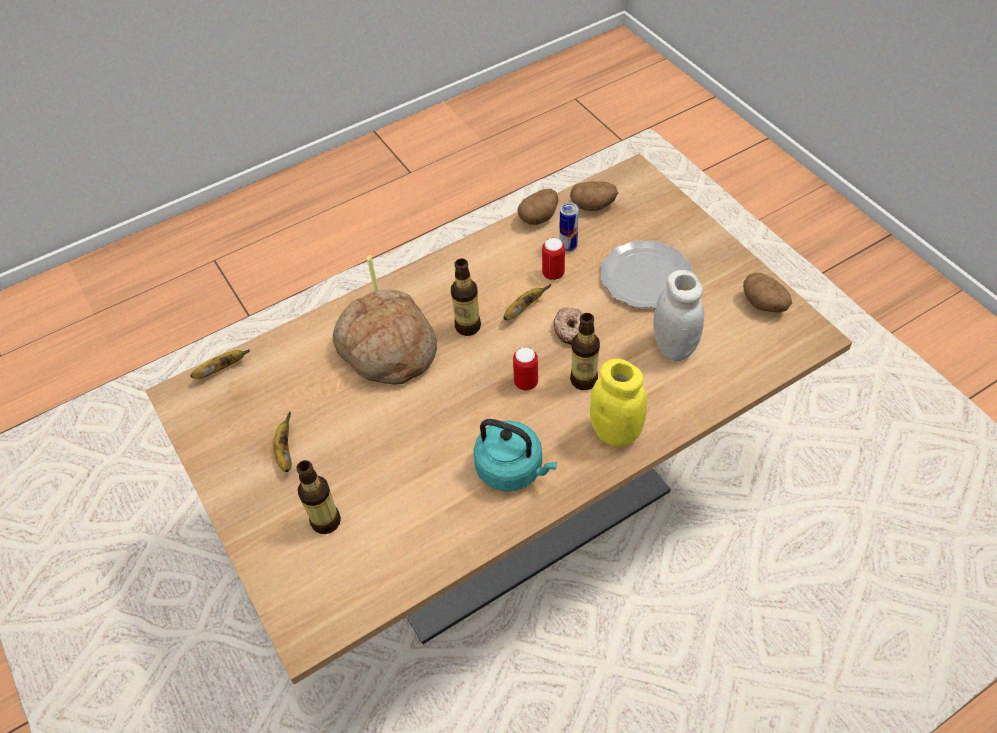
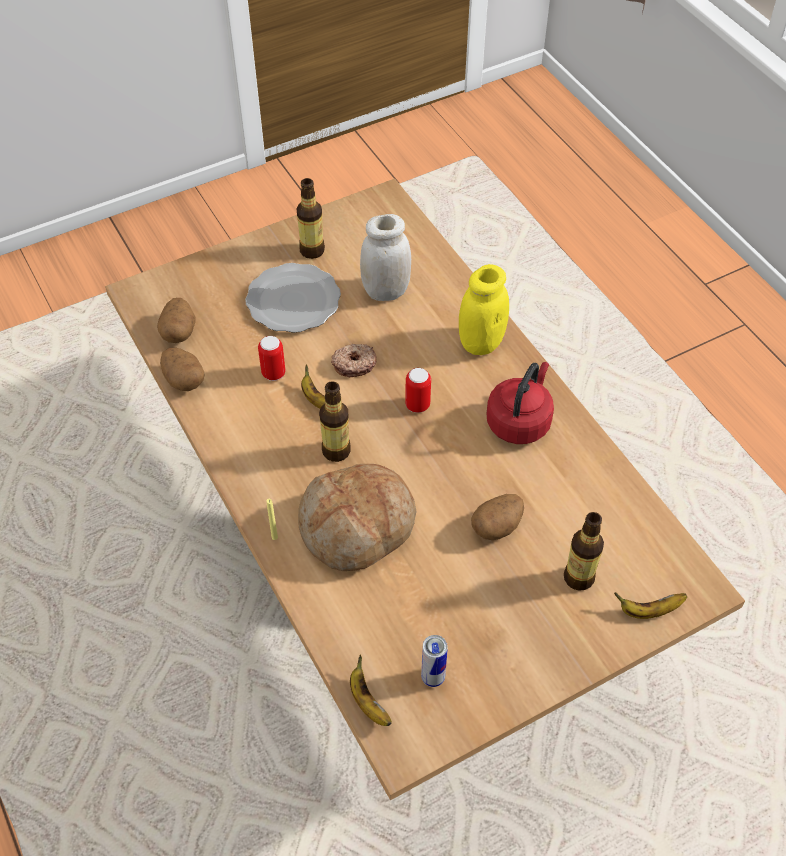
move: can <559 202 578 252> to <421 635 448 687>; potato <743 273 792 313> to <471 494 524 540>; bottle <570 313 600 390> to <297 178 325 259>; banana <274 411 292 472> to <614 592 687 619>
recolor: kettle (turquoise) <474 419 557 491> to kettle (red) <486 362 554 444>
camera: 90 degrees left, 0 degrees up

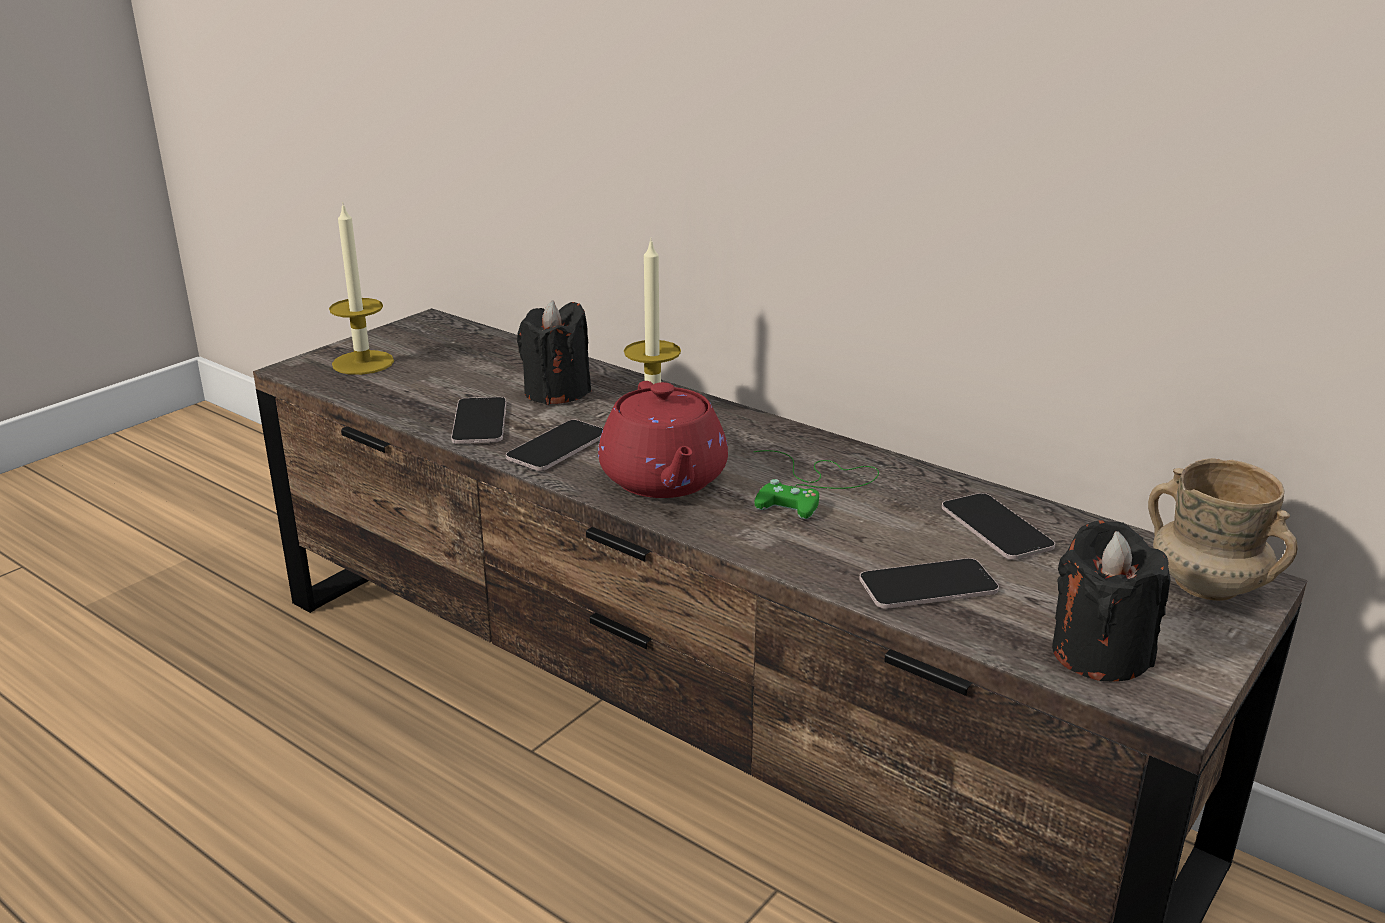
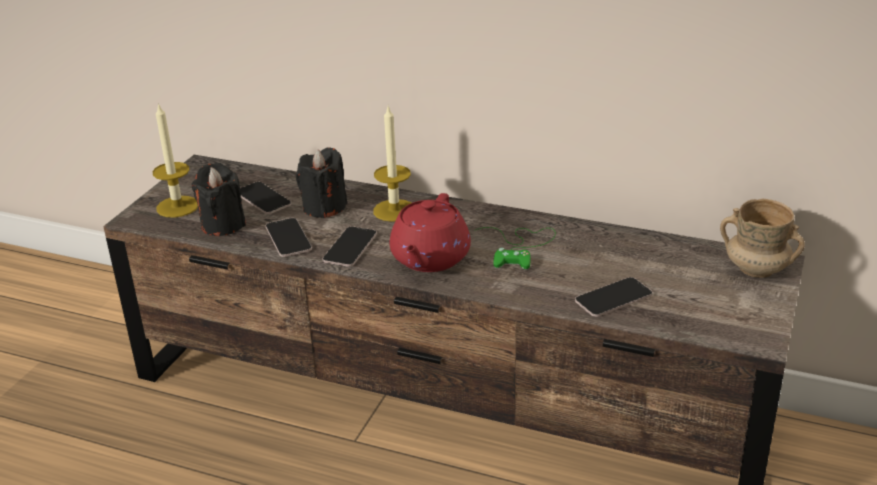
move: phone <942 493 1055 560> to <240 182 292 214>; candle (black) <1052 520 1170 681> to <192 163 246 236>
rotate: teapot (red) <598 381 728 498> = <389 193 471 272> 45 degrees clockwise
camera: 15 degrees left, 5 degrees up

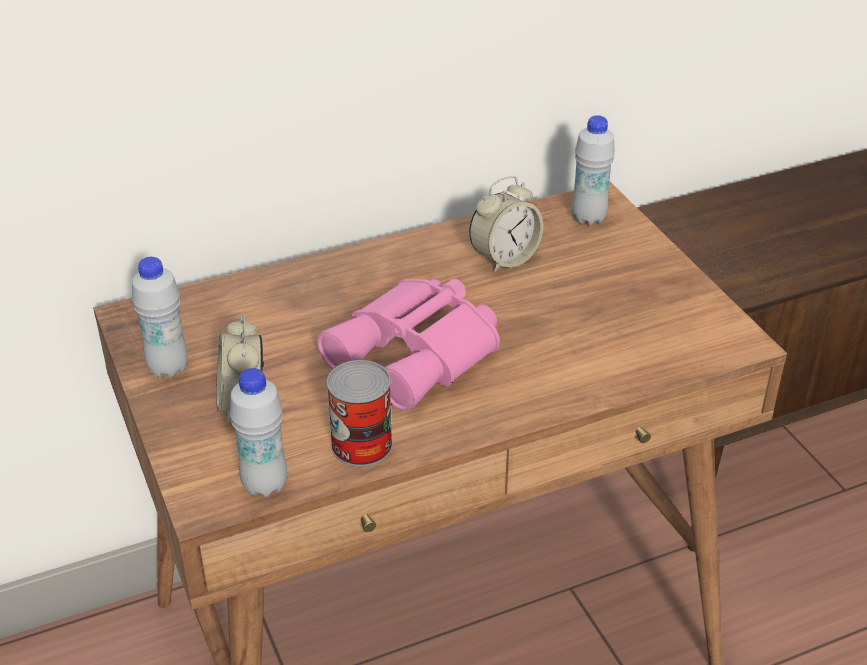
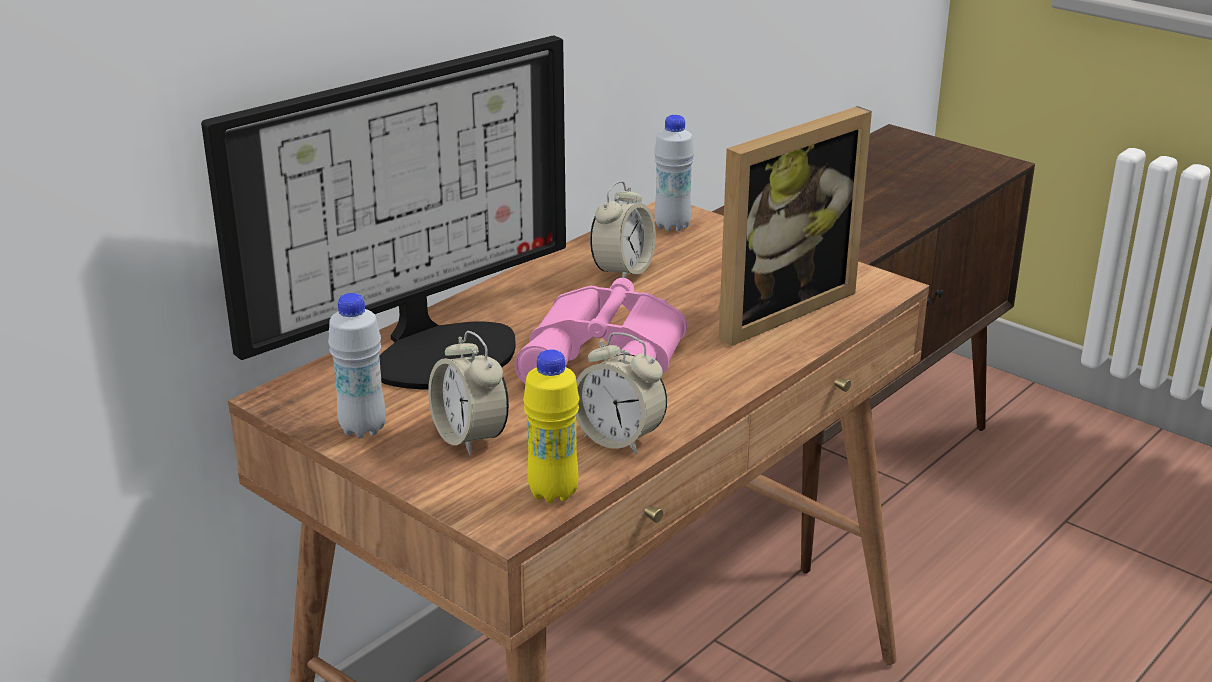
insert: monitor <201 36 566 389>; picture frame <718 106 872 346>
replace: can <327 360 393 467> to alarm clock <576 332 667 455>
recolor: bottle (white) <230 368 287 497> to bottle (yellow) <523 349 579 503>
camera: 25 degrees left, 10 degrees down

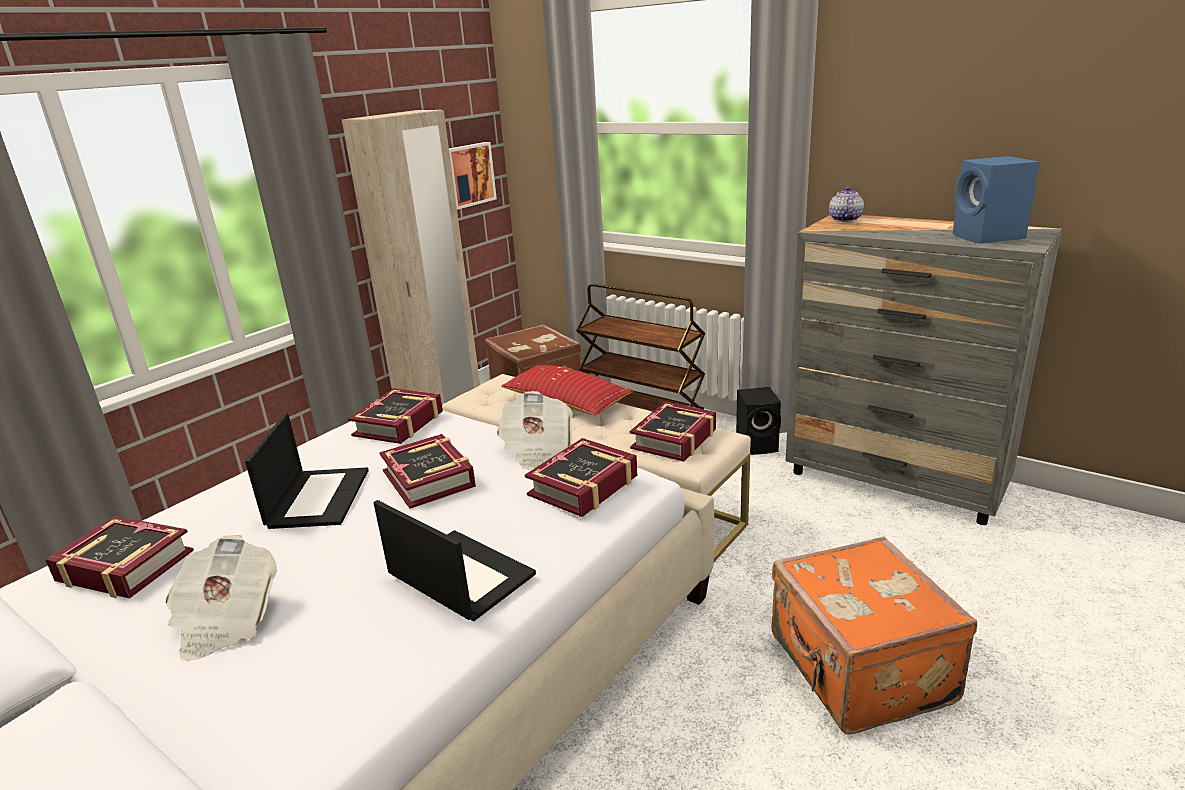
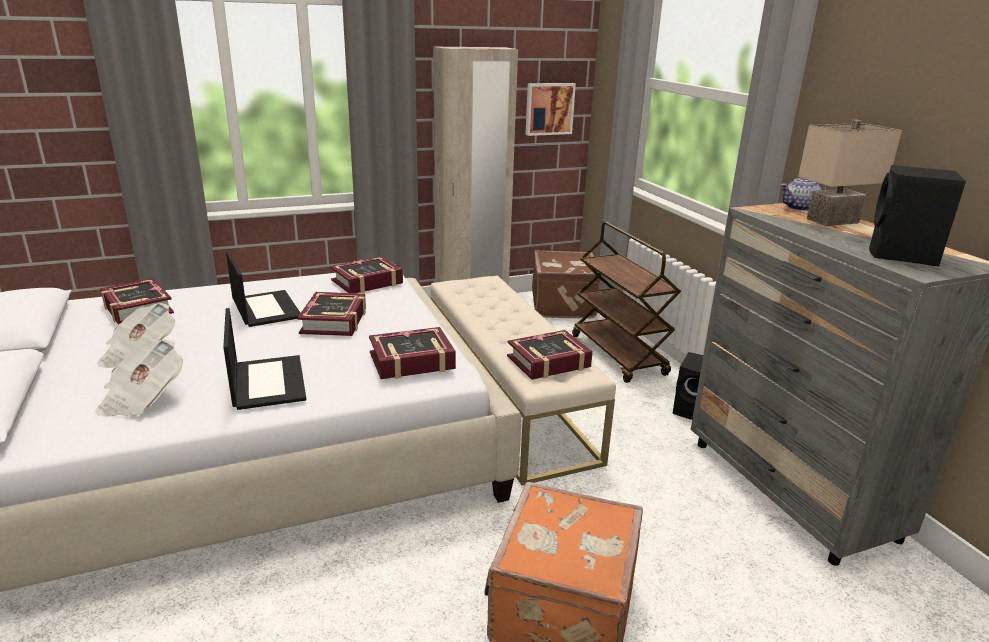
delete: pillow (red) <501 365 634 416>
insert: table lamp (beige) <798 120 902 226>
move: newspaper <497 391 573 470> to <95 340 183 417>
recolor: speaker (blue) <953 156 1040 244> to speaker (black) <869 165 966 266>
rotate: teapot <829 187 864 222> = <781 178 827 211> 150 degrees counterclockwise; laptop <245 413 369 529> = <226 251 300 327> 60 degrees counterclockwise
camera: 30 degrees right, 0 degrees up

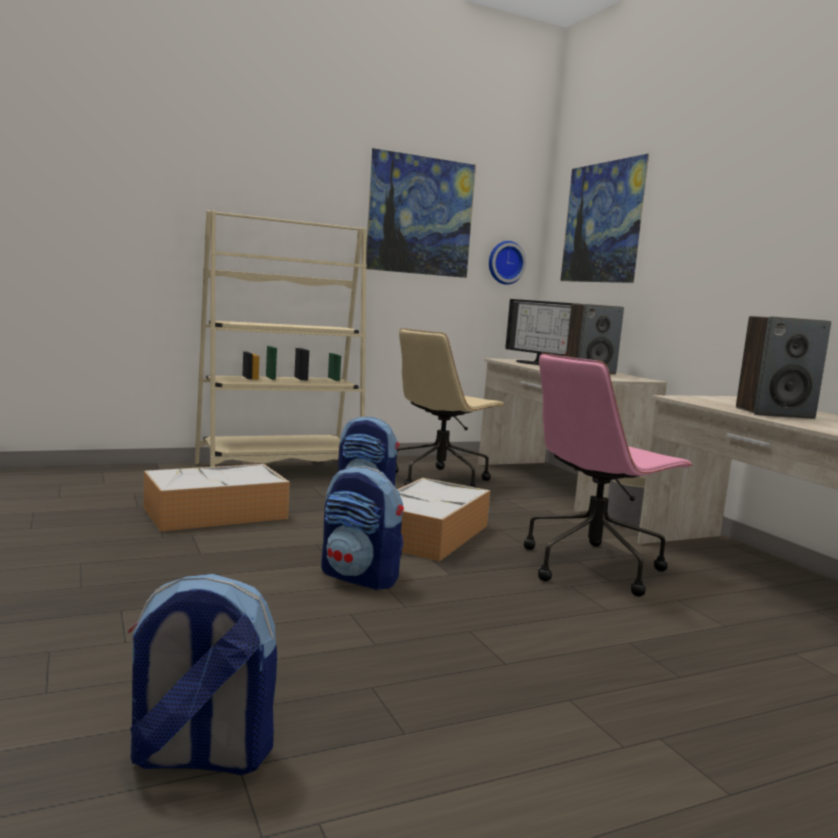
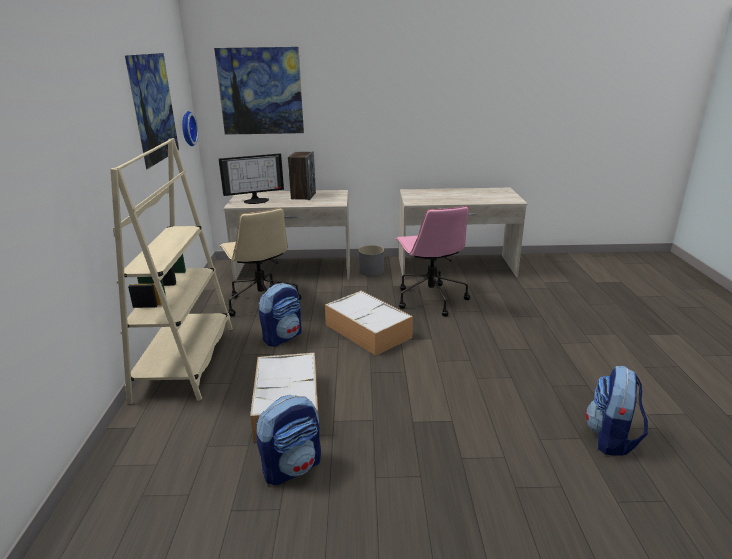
delete: speaker <736 316 831 419>
move: backpack <321 466 404 590> to <256 395 321 485>
camera: 65 degrees left, 15 degrees up

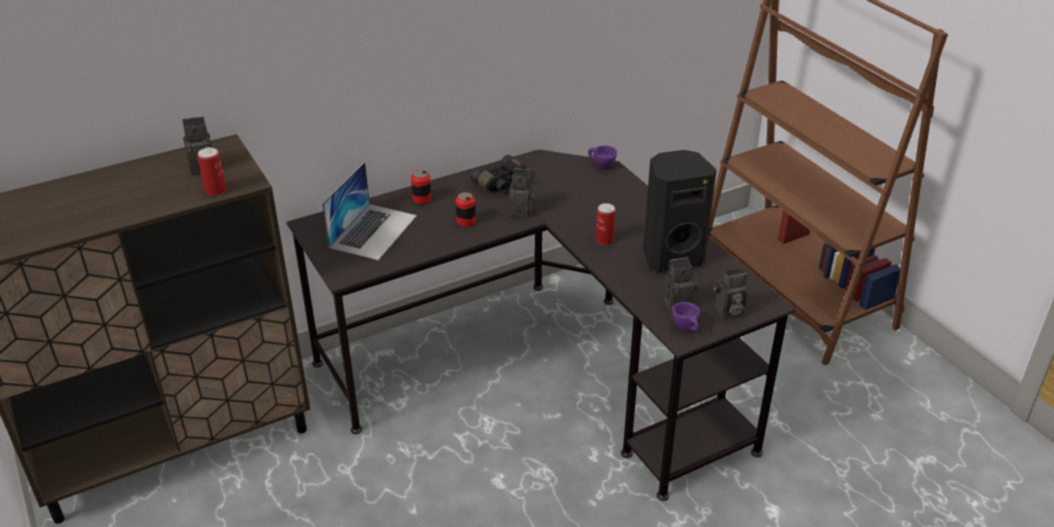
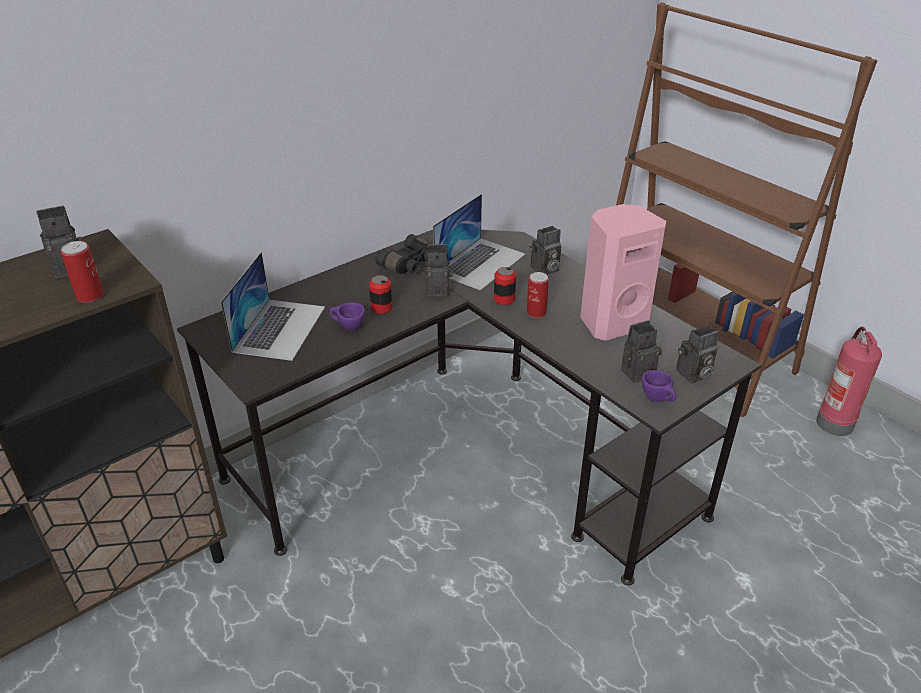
insert: laptop <433 194 526 291>; photo camera <530 226 561 275>; fire extinguisher <816 327 882 436>
move: cup (purple) <588 145 617 168> to <329 303 365 331>; can <411 170 432 204> to <494 267 516 305>
recolor: speaker (black) <643 150 717 272> to speaker (pink) <580 204 666 341>
camera: 10 degrees left, 0 degrees up

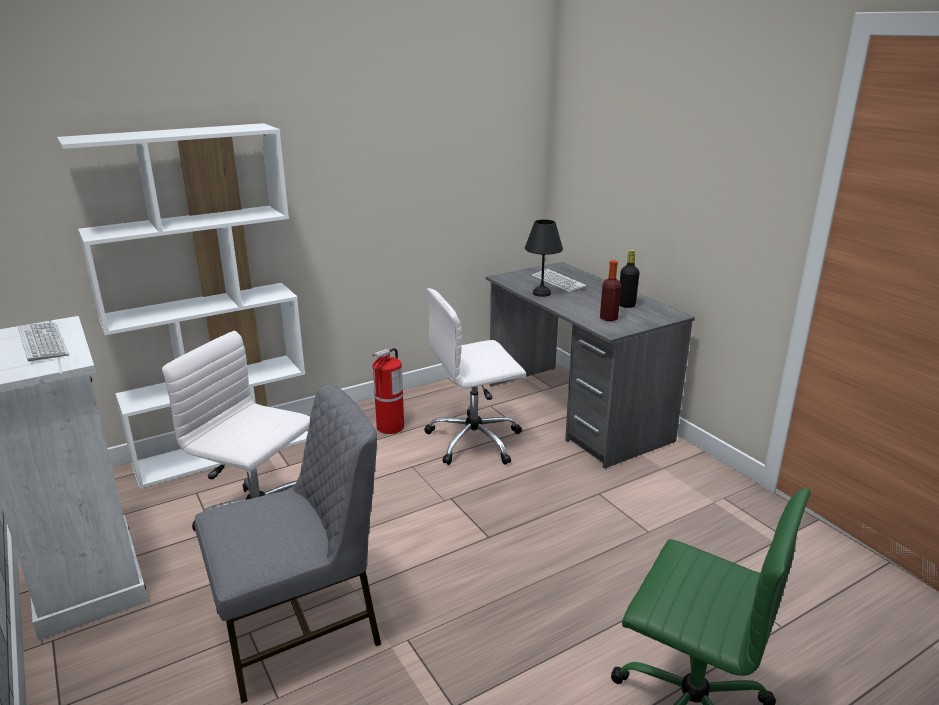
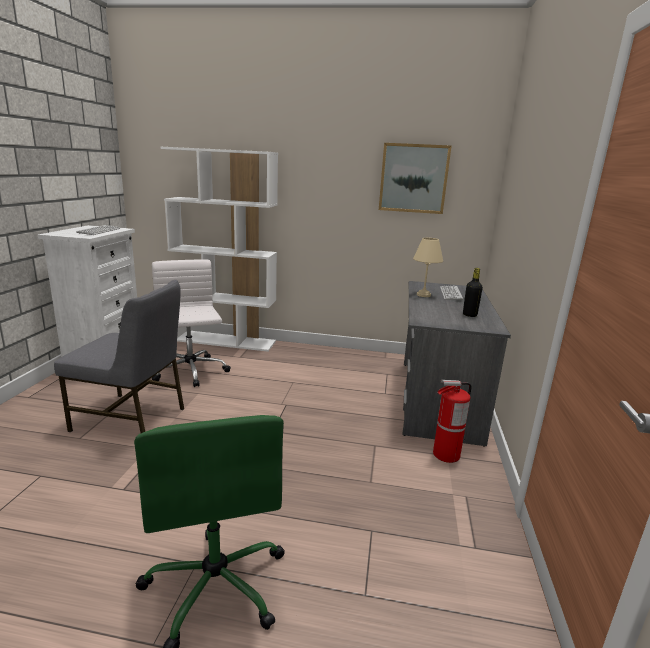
delete: bottle <600 260 621 321>; office chair (white) <425 288 526 465>
insert: picture <379 143 451 214>
move: fire extinguisher <372 348 404 434> to <433 380 471 463>
recolor: table lamp (black) <525 219 563 297> to table lamp (beige) <413 238 443 297>
camera: 40 degrees right, 5 degrees down

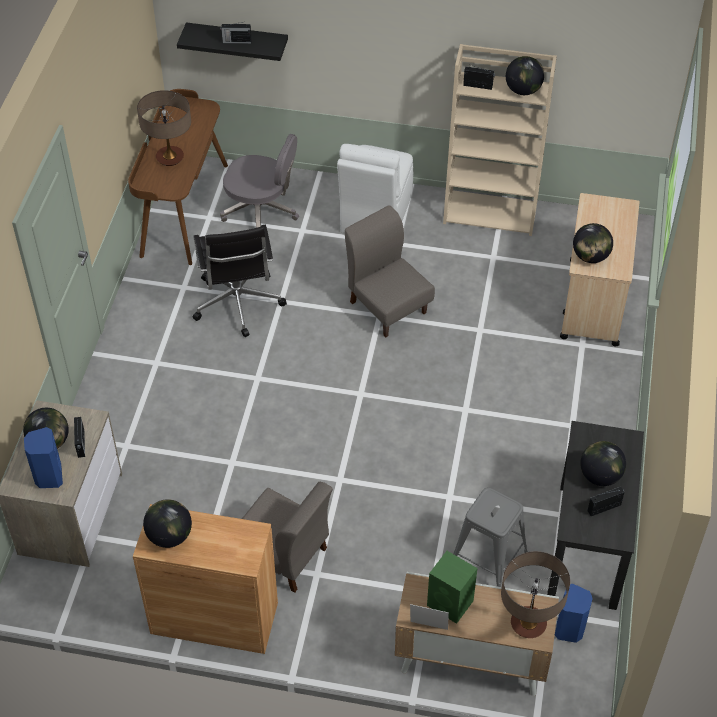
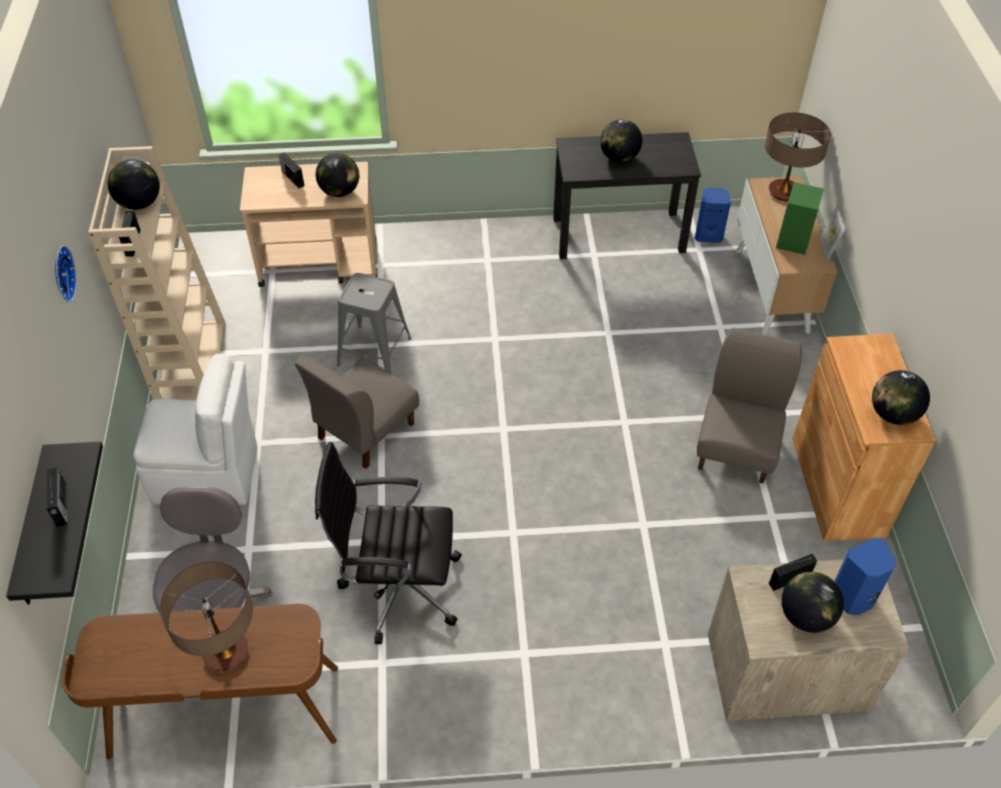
insert: wall clock <55 246 77 302>
move: stool (grey) <453 487 527 587> to <337 273 411 373>; radio <588 487 625 516> to <279 152 304 189>
rotate: office chair (black) <193 225 287 337> = <315 442 462 644> 150 degrees counterclockwise
camera: 105 degrees left, 0 degrees up

